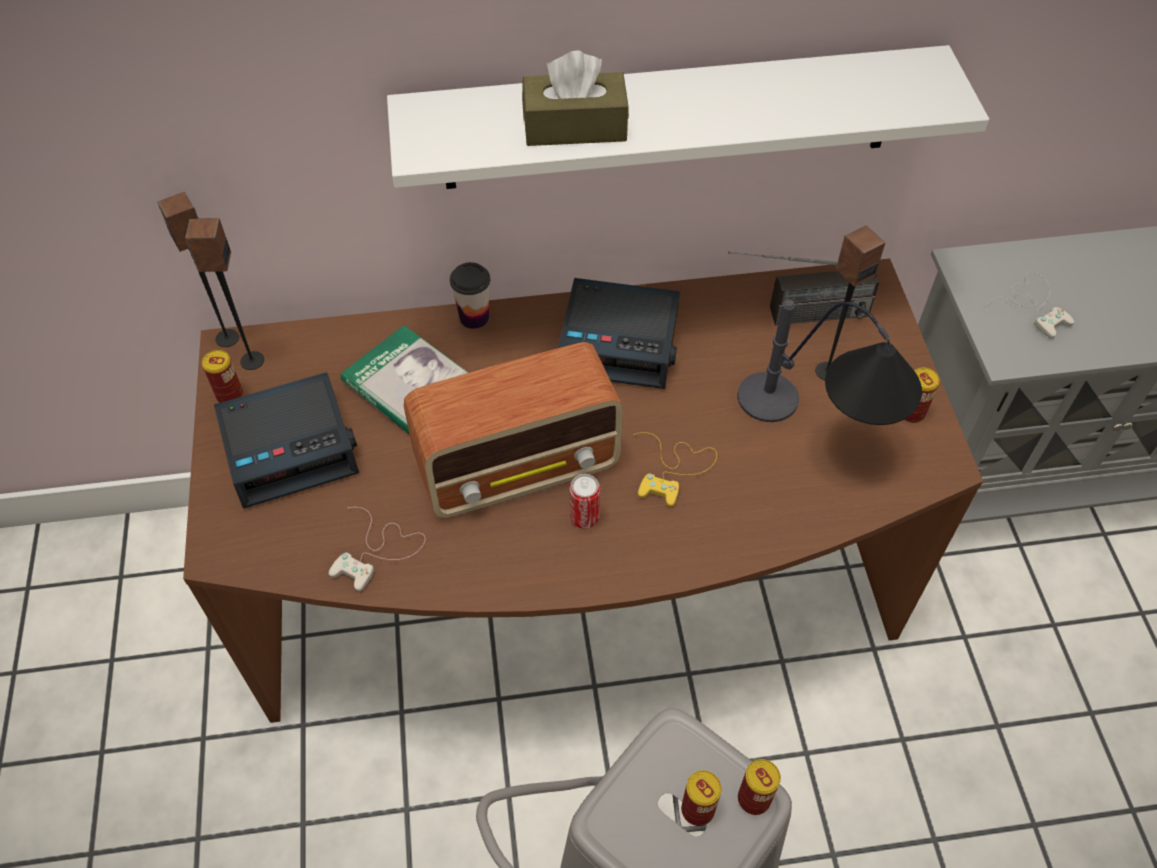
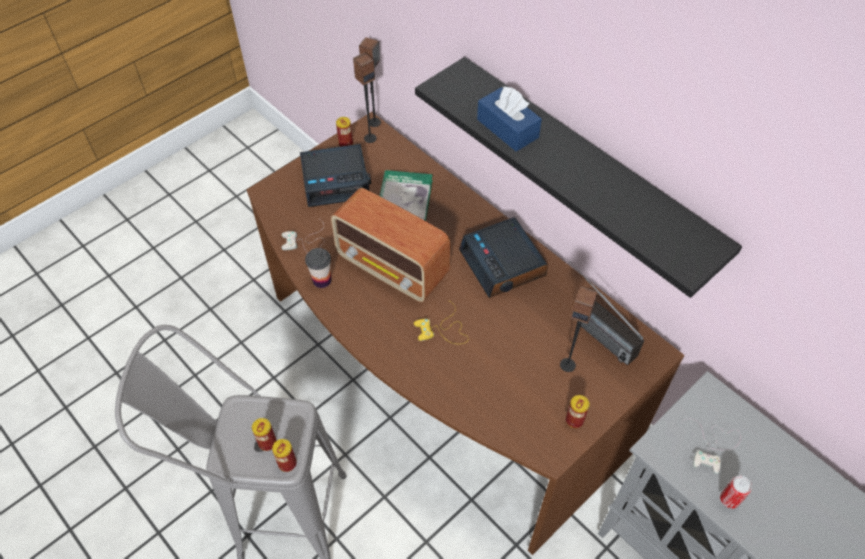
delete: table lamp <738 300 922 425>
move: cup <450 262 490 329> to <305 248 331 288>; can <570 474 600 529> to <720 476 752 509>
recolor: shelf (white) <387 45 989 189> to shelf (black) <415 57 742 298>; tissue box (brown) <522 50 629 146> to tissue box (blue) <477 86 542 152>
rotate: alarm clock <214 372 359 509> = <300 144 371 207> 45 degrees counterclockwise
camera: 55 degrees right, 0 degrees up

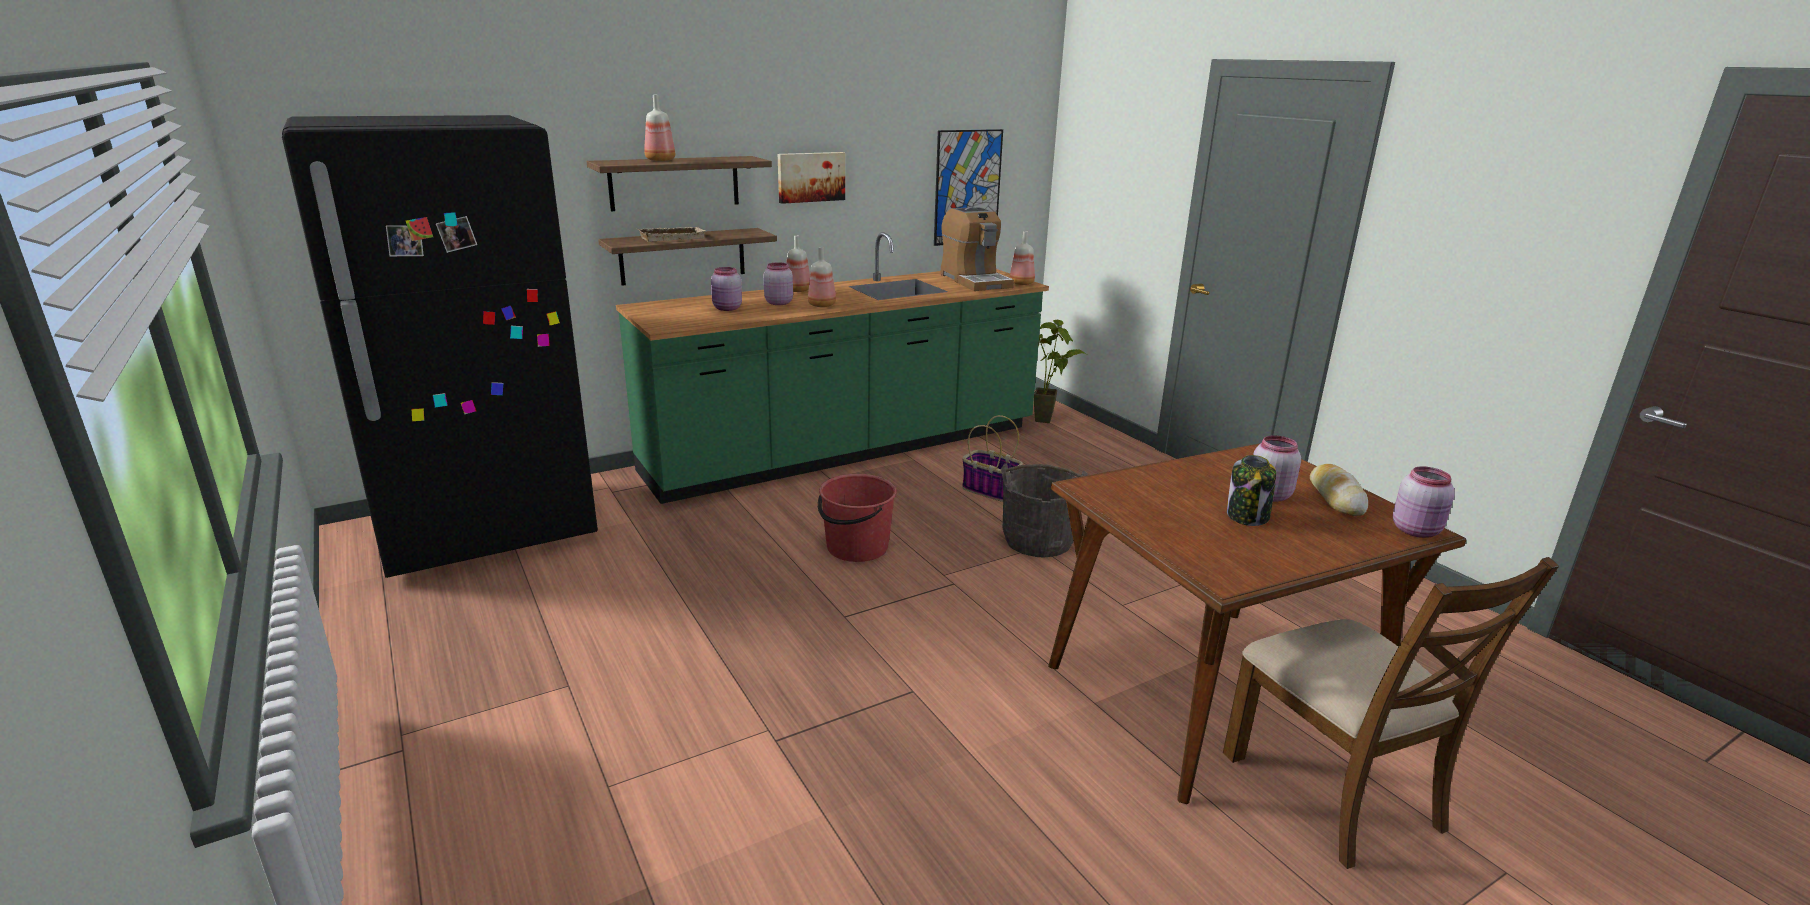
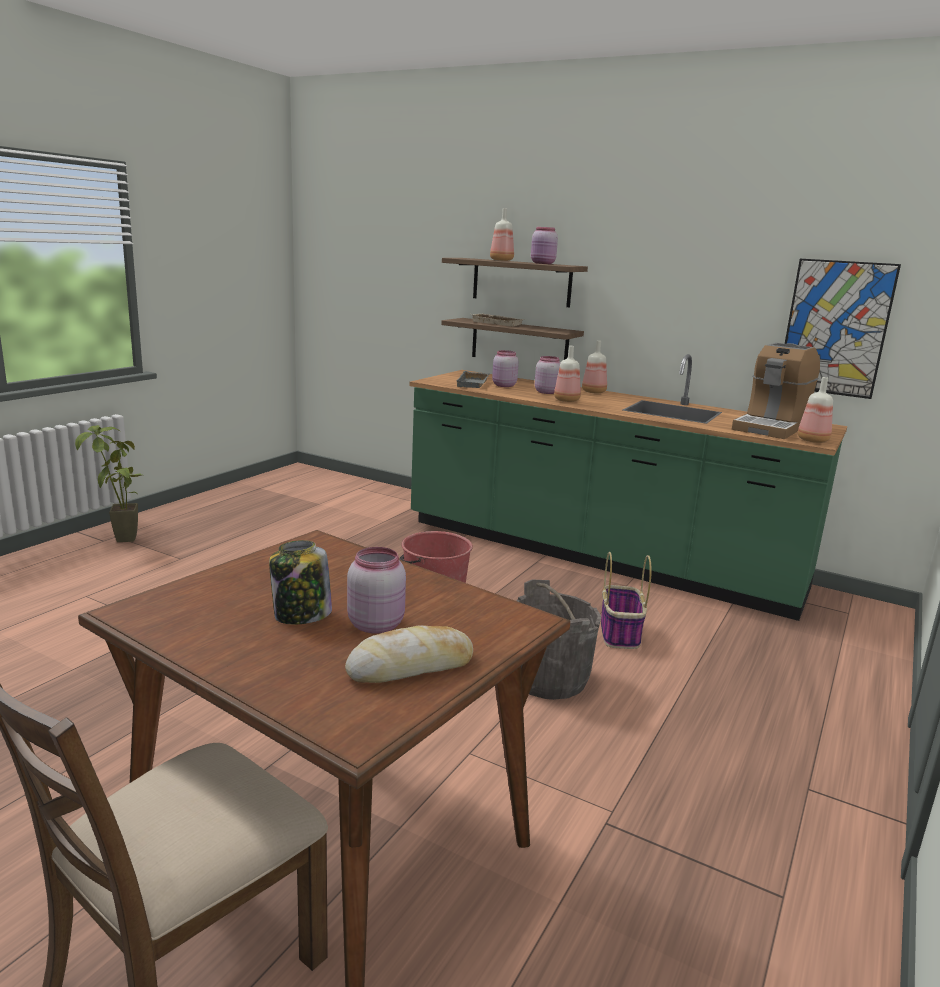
delete: fridge (black) <282 115 598 578>; picture <778 152 845 204>
insert: tray (grey) <455 371 490 388>
move: potted plant <1034 320 1087 423> to <75 425 142 542>; jar (pink) <1393 466 1454 538> to <531 227 558 264>
camera: 60 degrees right, 5 degrees down

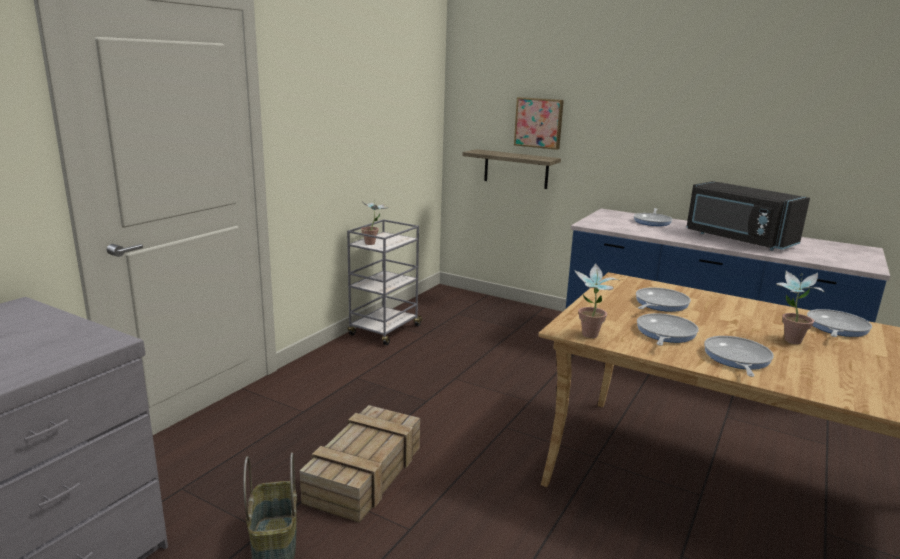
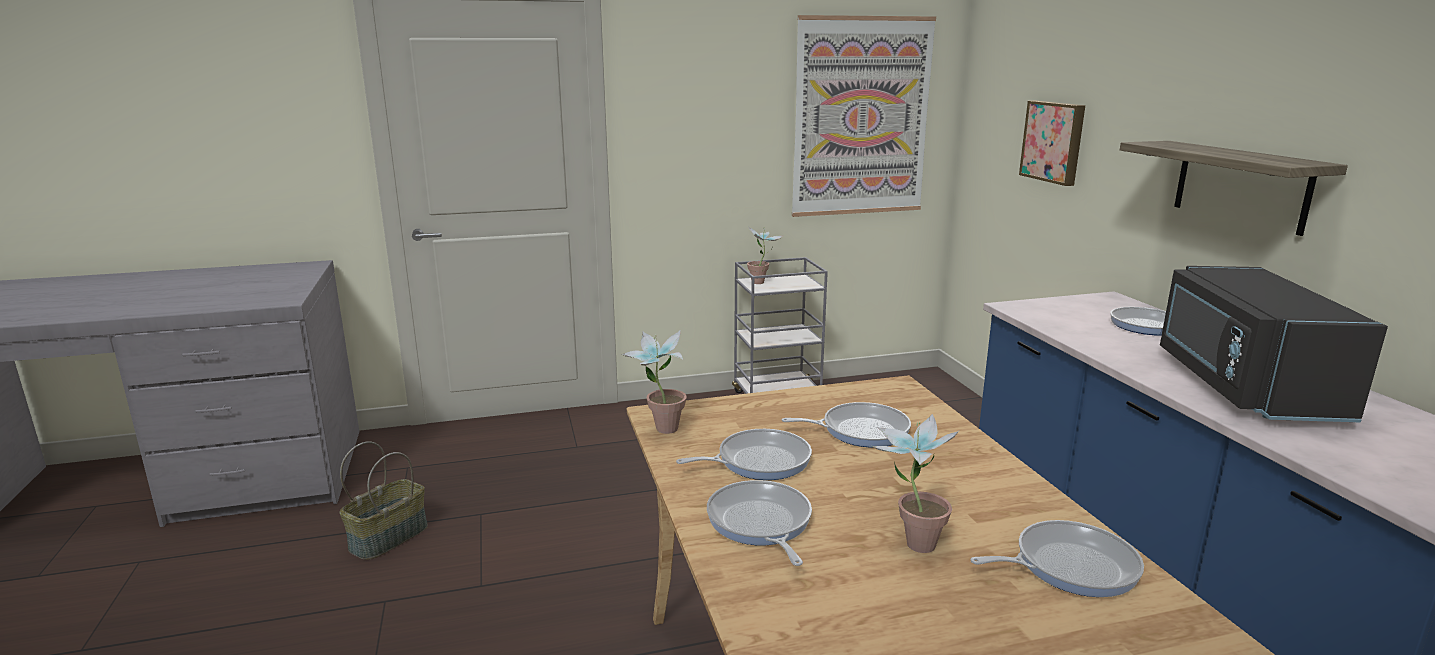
delete: crate <300 405 420 523>
insert: picture <792 15 936 217>
move: shelf <463 149 561 189> to <1120 141 1348 236>
rotate: frying pan <704 336 774 377> = <707 480 812 566> 75 degrees counterclockwise
camera: 45 degrees right, 0 degrees up

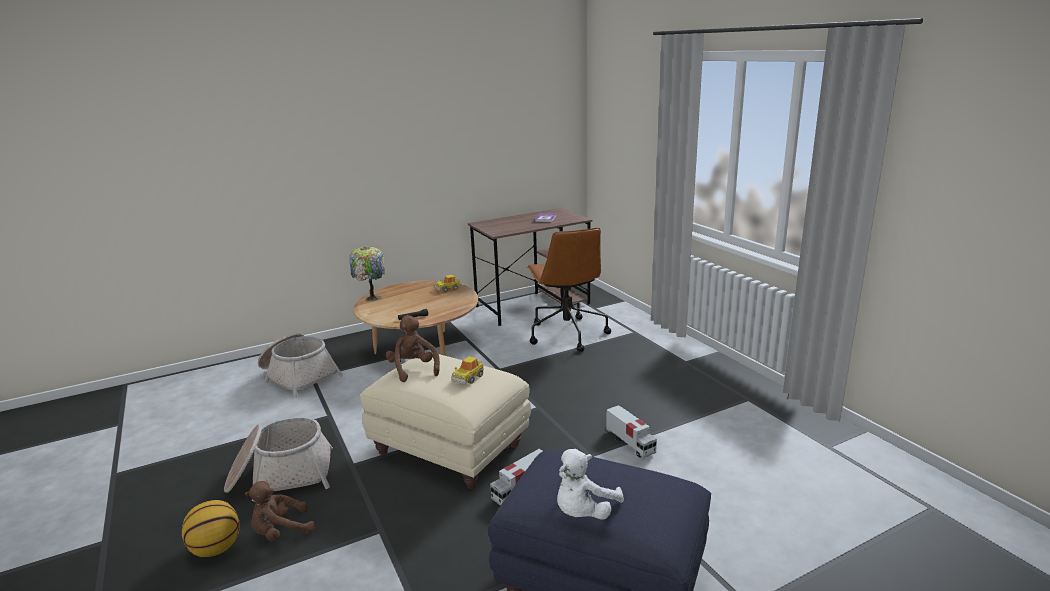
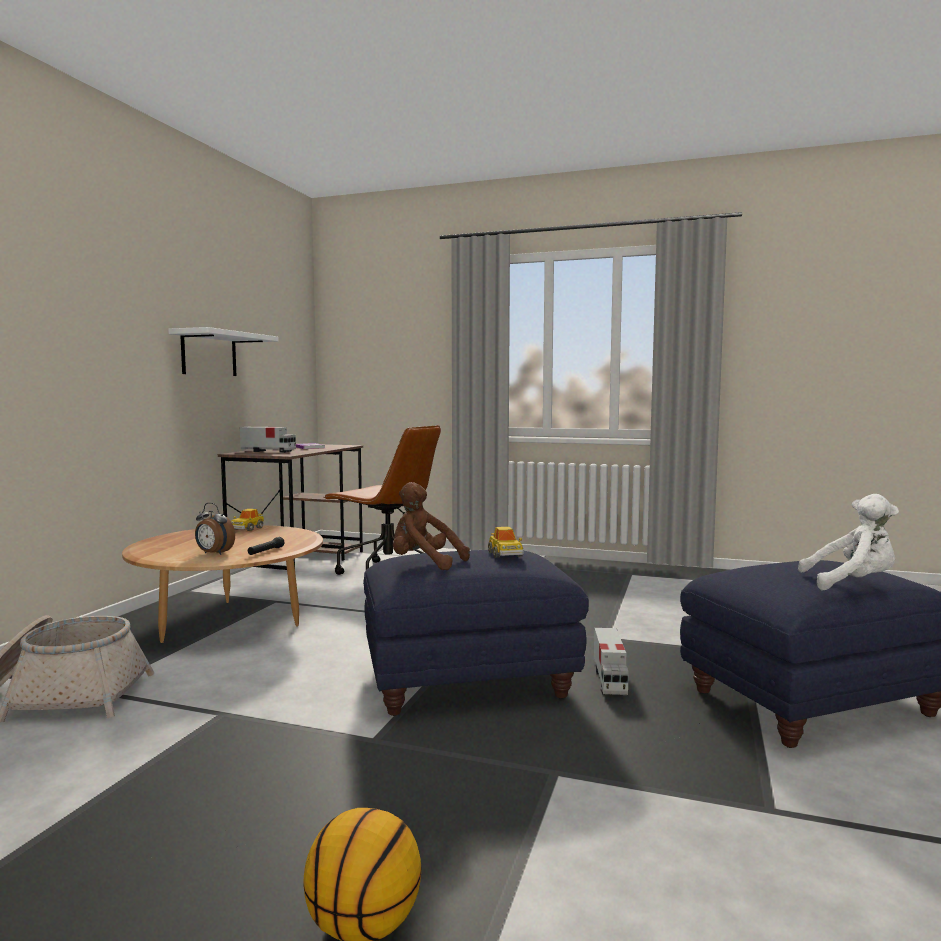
delete: table lamp <349 247 385 302>; basket <224 417 333 501>; plush toy (brown) <245 481 315 541>
insert: shelf (white) <168 327 279 376>; alarm clock <195 503 235 555>
move: toy truck <606 405 657 458> to <240 427 296 453>
recolor: ottoman (beige) <360 353 531 489> to ottoman (blue) <363 550 589 716>
rotate: plush toy (white) <557 449 624 520> = <798 494 899 590> 75 degrees counterclockwise
camera: 45 degrees left, 15 degrees down

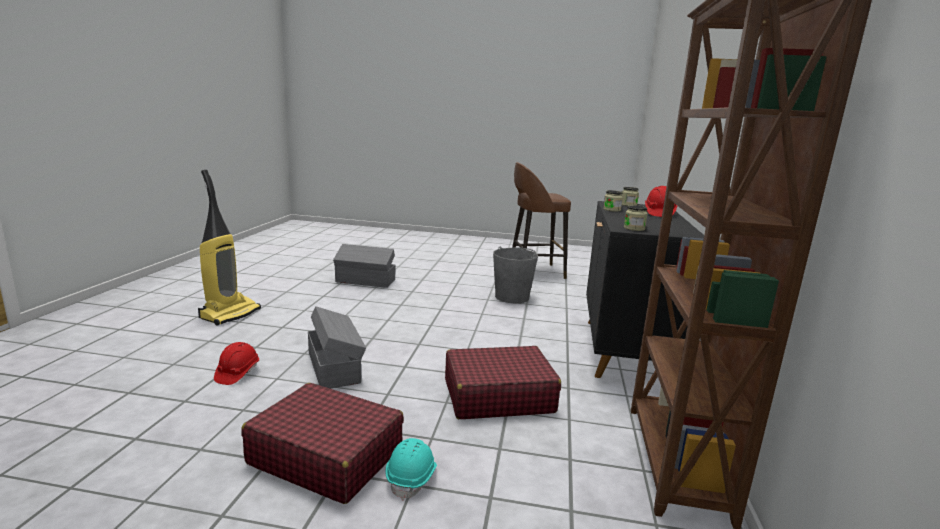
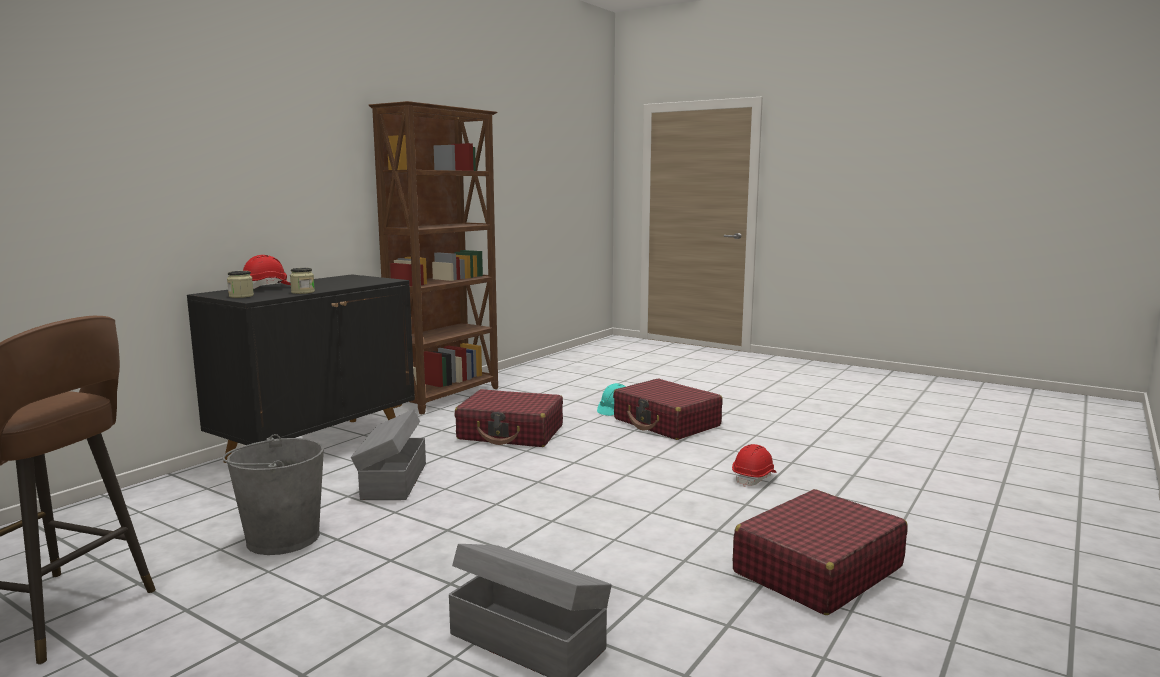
delete: jar <624 205 648 231>
move: storage box (grey) <308 306 366 388> to <351 409 426 500>
replace: vacuum cleaner <198 170 261 326> to suitcase (red) <733 489 908 615>
camera: 155 degrees left, 5 degrees down

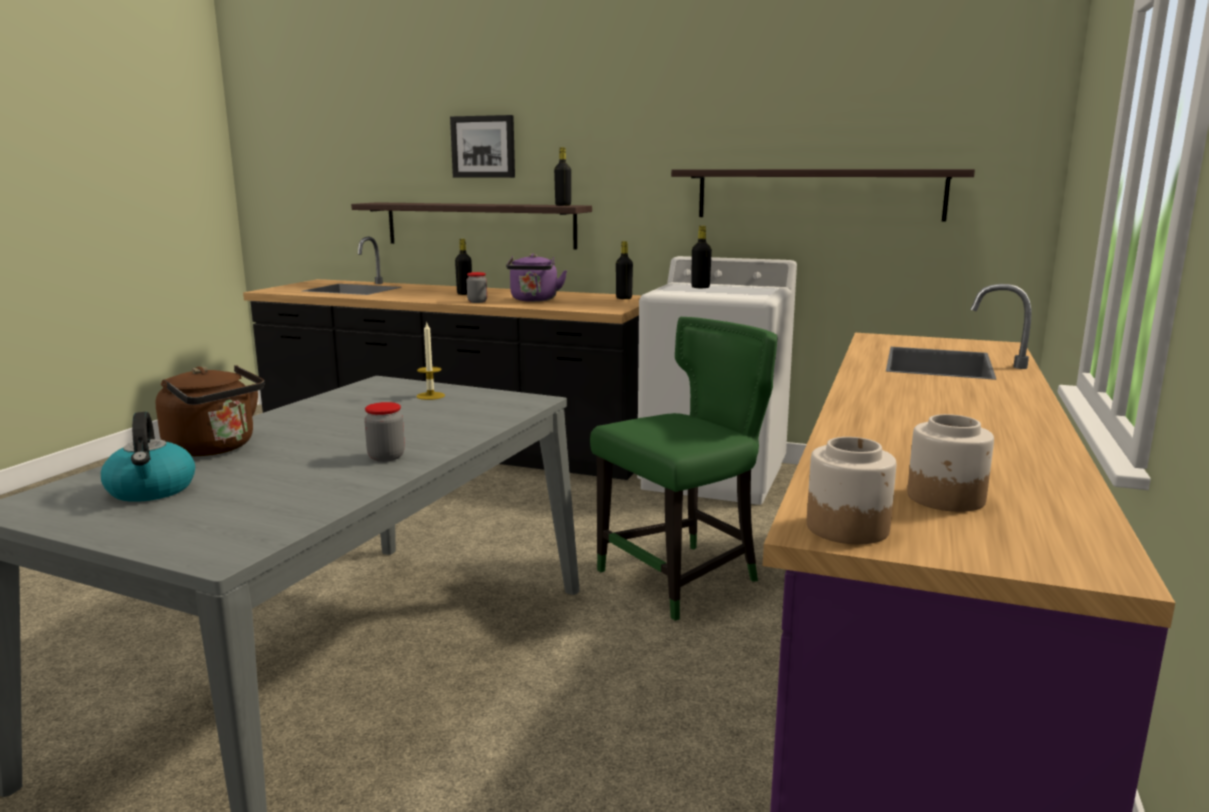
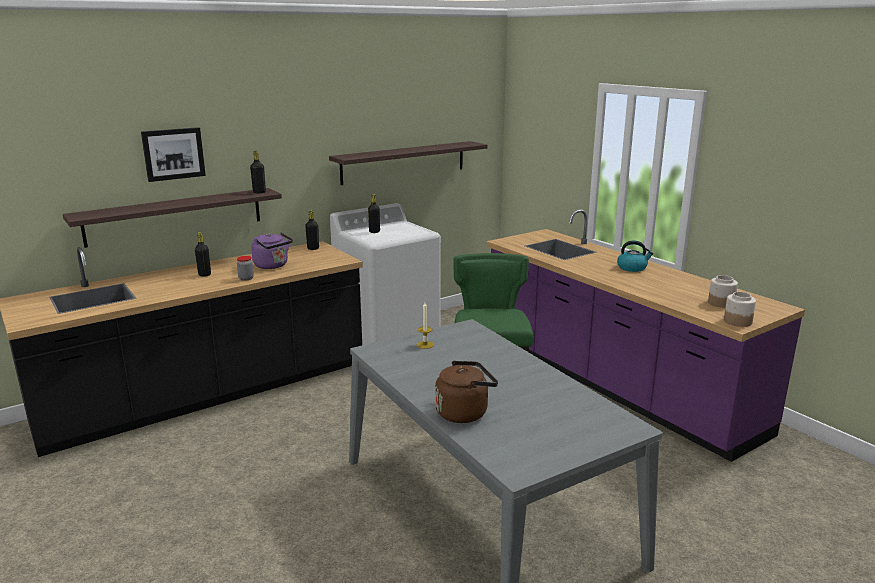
delete: jar <364 402 405 462>
move: kettle <101 412 195 502> to <617 241 654 272>
camera: 55 degrees left, 5 degrees up

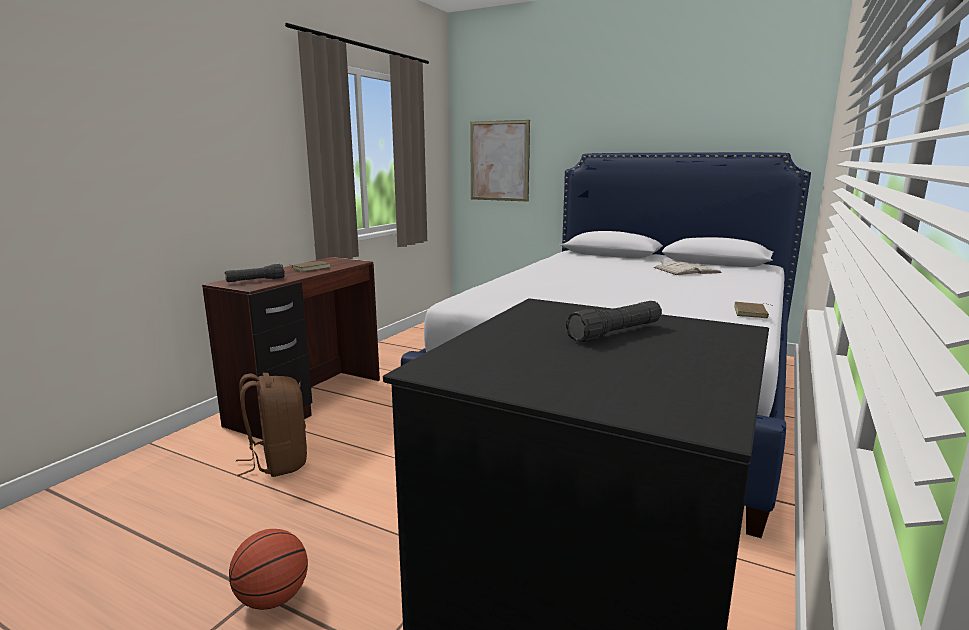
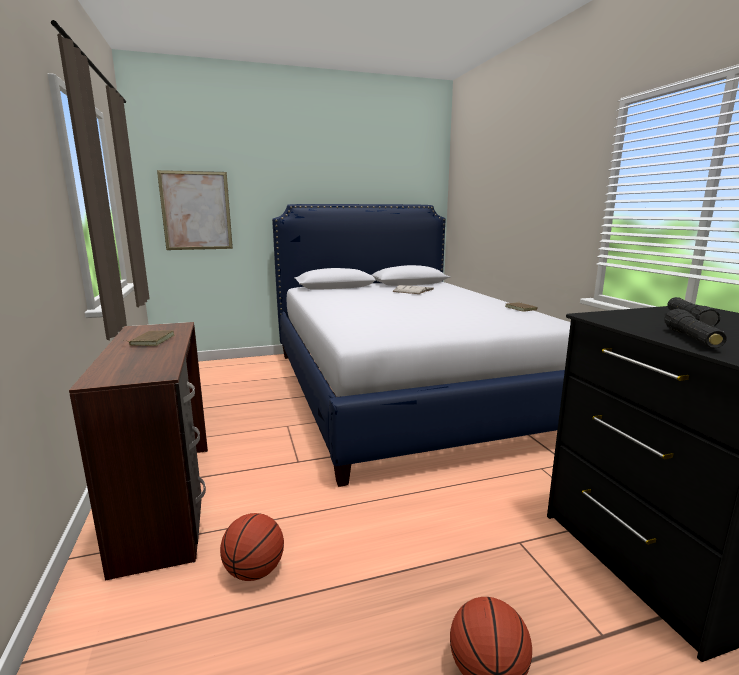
move: flashlight (black) <225 264 285 282> to <665 309 727 349>
replace: backpack (brown) <236 373 307 477> to basketball <220 513 284 581>
camera: 45 degrees left, 0 degrees up

